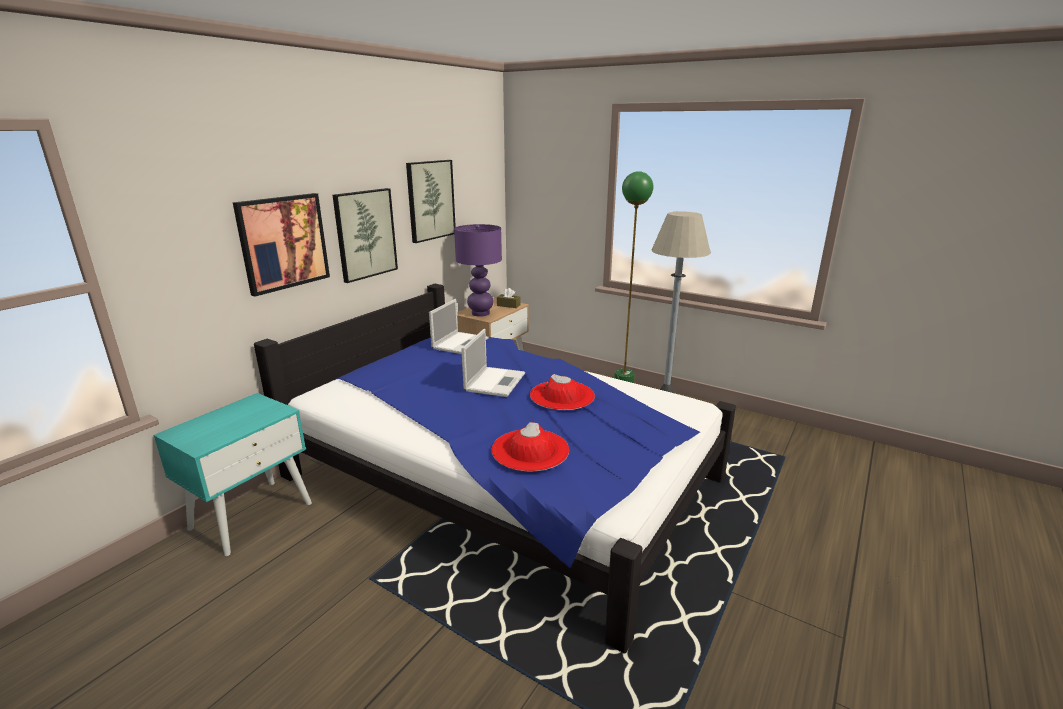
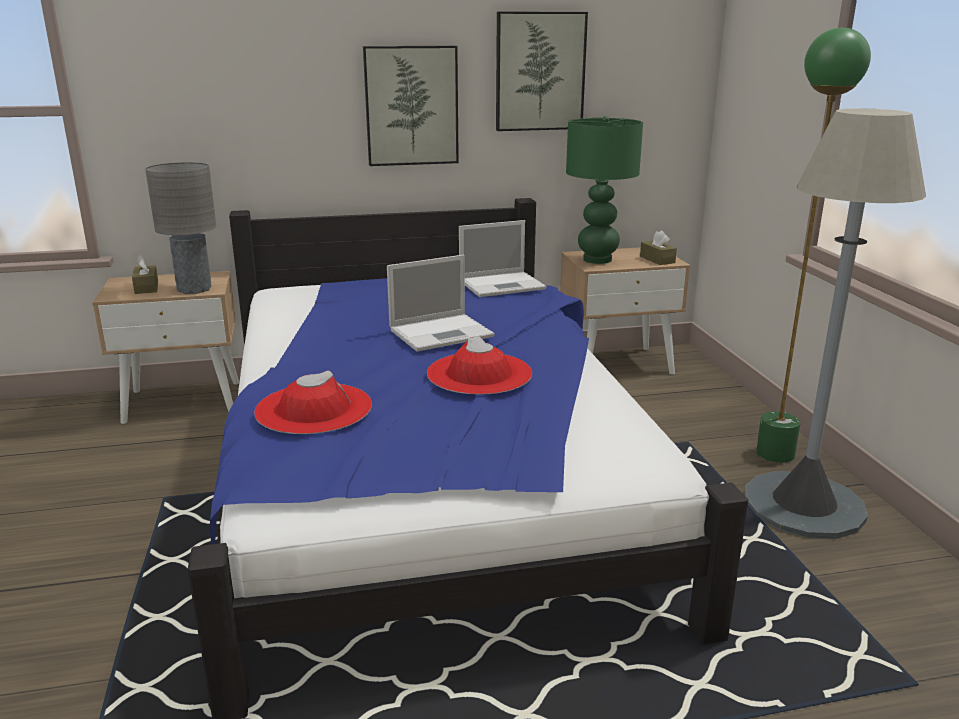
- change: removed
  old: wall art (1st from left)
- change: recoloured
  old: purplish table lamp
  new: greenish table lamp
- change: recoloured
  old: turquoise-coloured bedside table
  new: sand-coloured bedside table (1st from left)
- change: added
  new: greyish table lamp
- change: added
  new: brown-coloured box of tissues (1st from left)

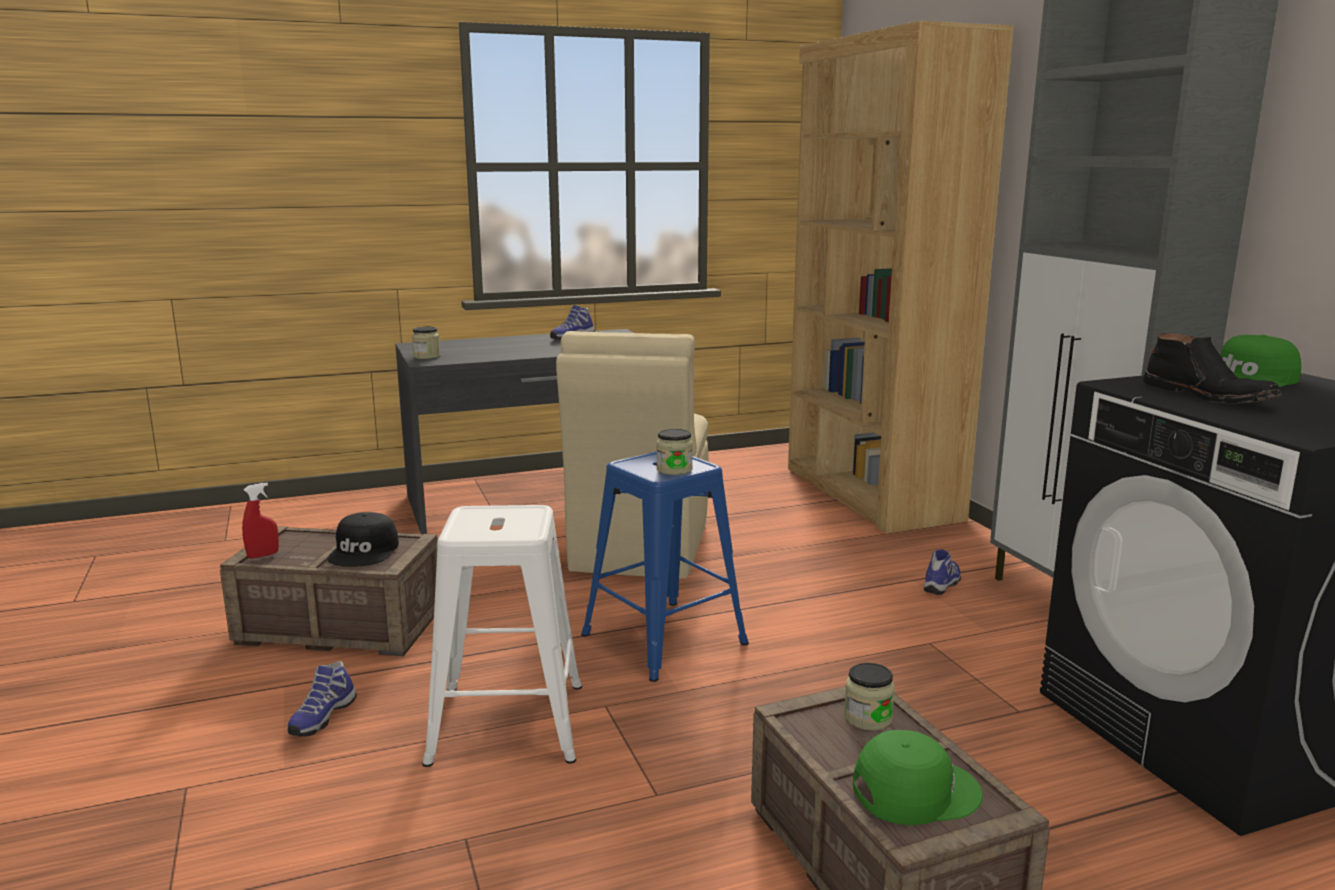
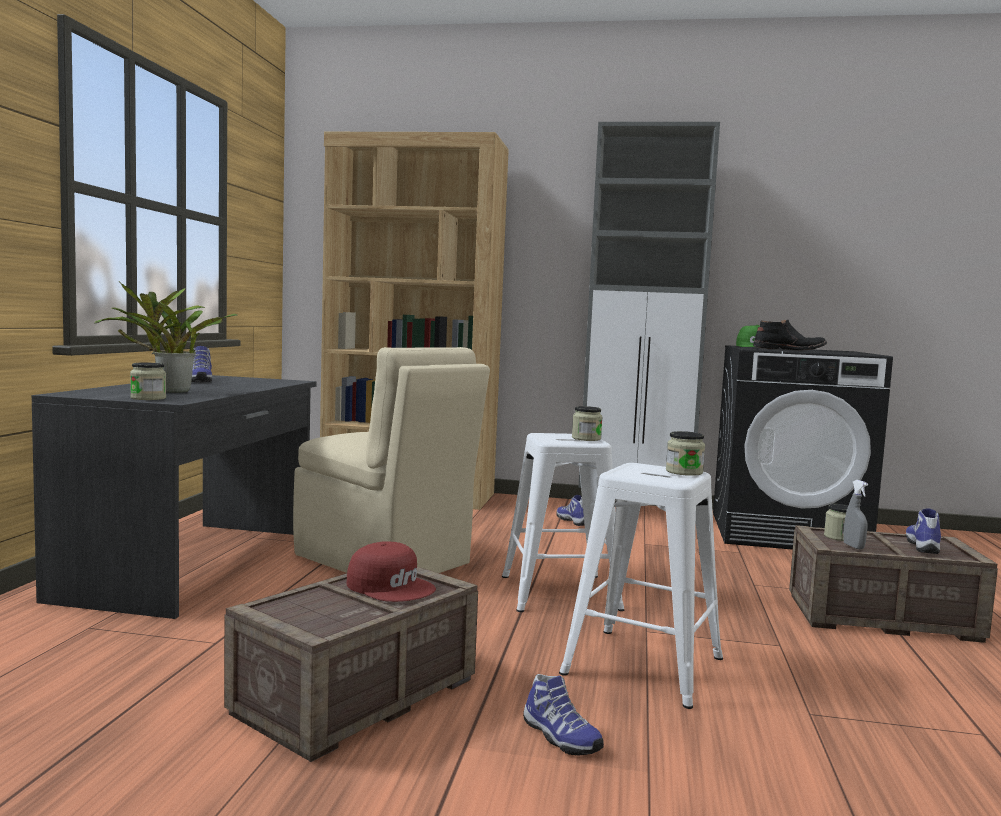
- change: recoloured
  old: blue sitting stool
  new: whitish sitting stool (1st from left)
- change: removed
  old: red sprayer
- change: recoloured
  old: black-coloured baseball cap
  new: red baseball cap
- change: replaced
  old: greenish baseball cap (1st from left)
  new: item of footwear (4th from left)
- change: added
  new: houseplant
- change: added
  new: preserve jar (3rd from left)
- change: added
  new: greyish sprayer

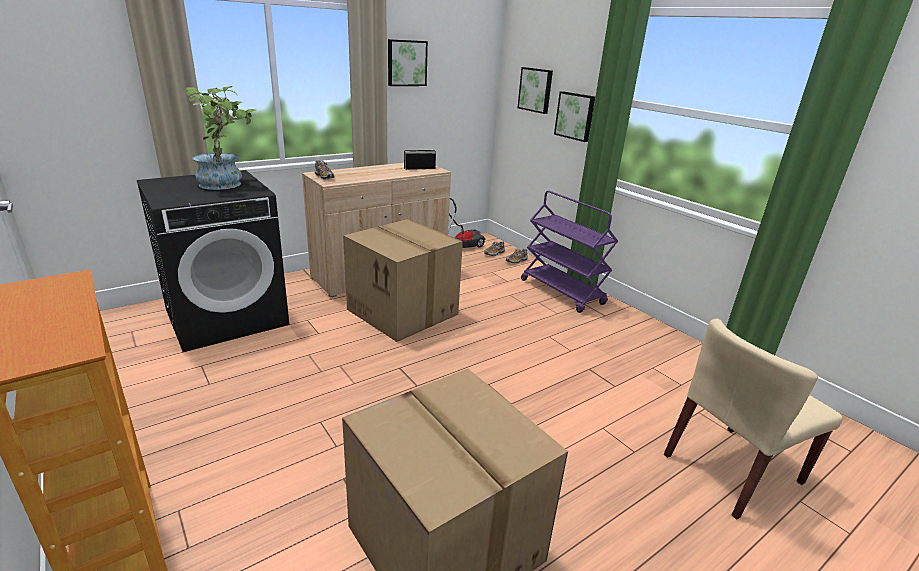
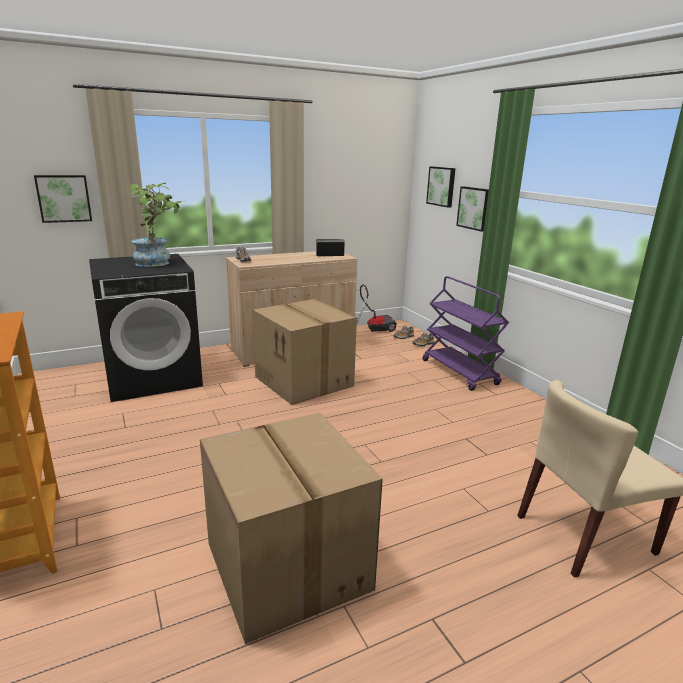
- change: moved
  old: wall art (1st from left)

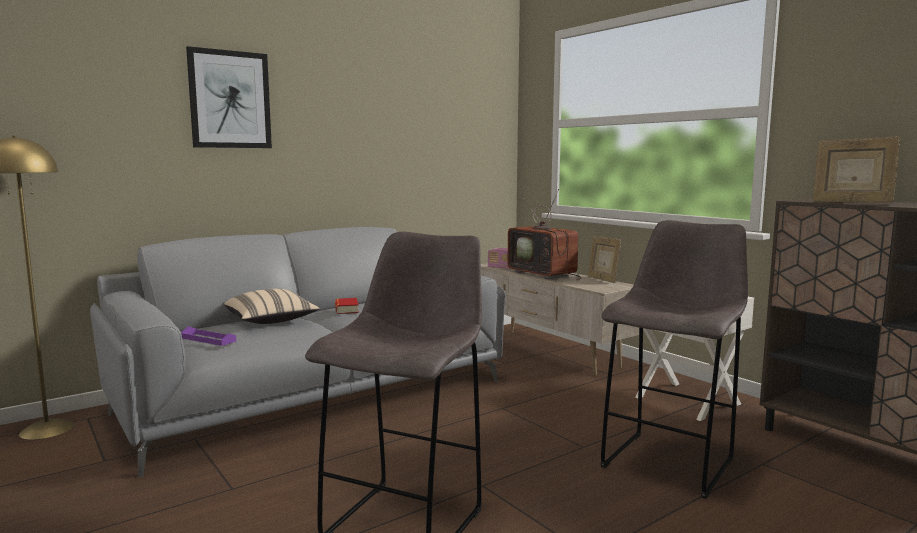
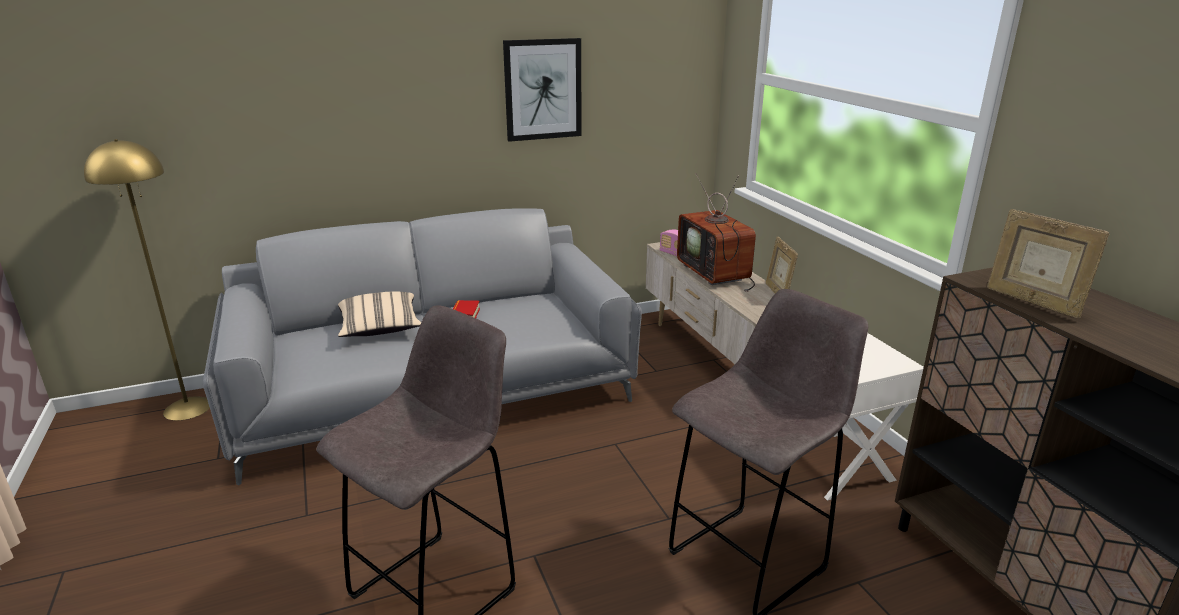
- change: moved
  old: wall art
- change: removed
  old: purplish serving tray

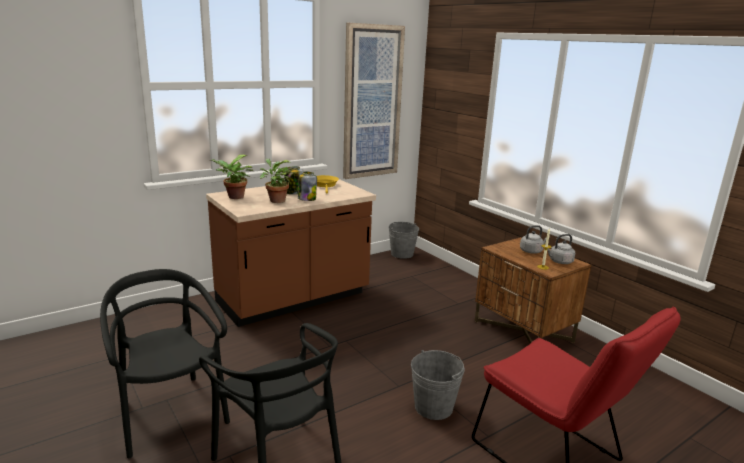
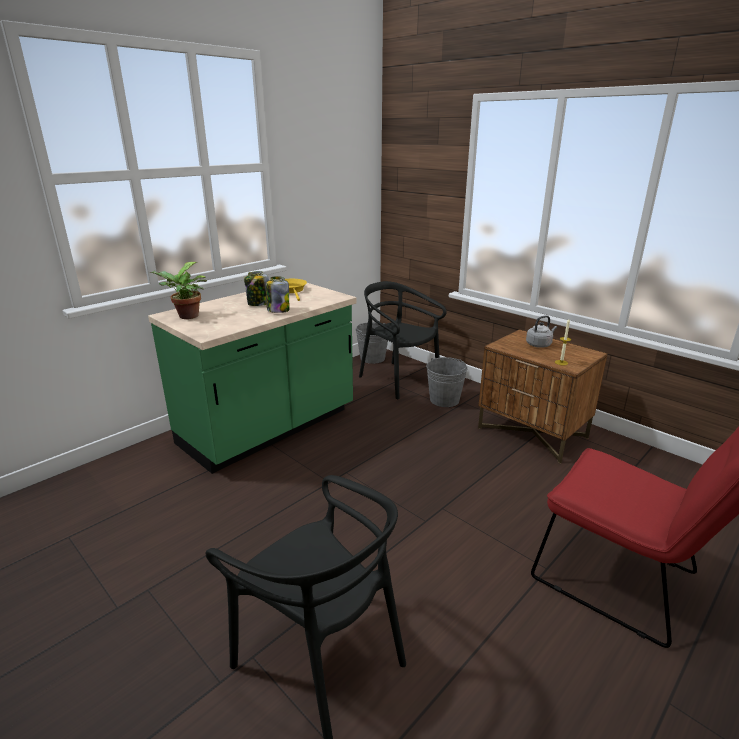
- change: removed
  old: wall art
- change: removed
  old: houseplant (2nd from left)
- change: recoloured
  old: brown-coloured kitchen base unit
  new: greenish kitchen base unit
- change: removed
  old: greyish kettle (2nd from left)
- change: moved
  old: black-coloured chair (1st from left in the first image)
  new: black-coloured chair (2nd from left)
- change: moved
  old: greyish pail (2nd from left)

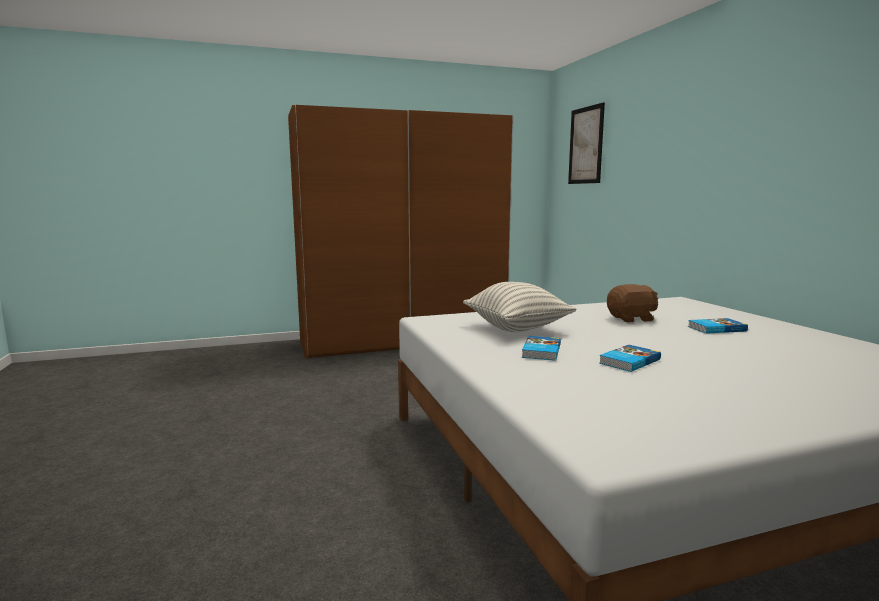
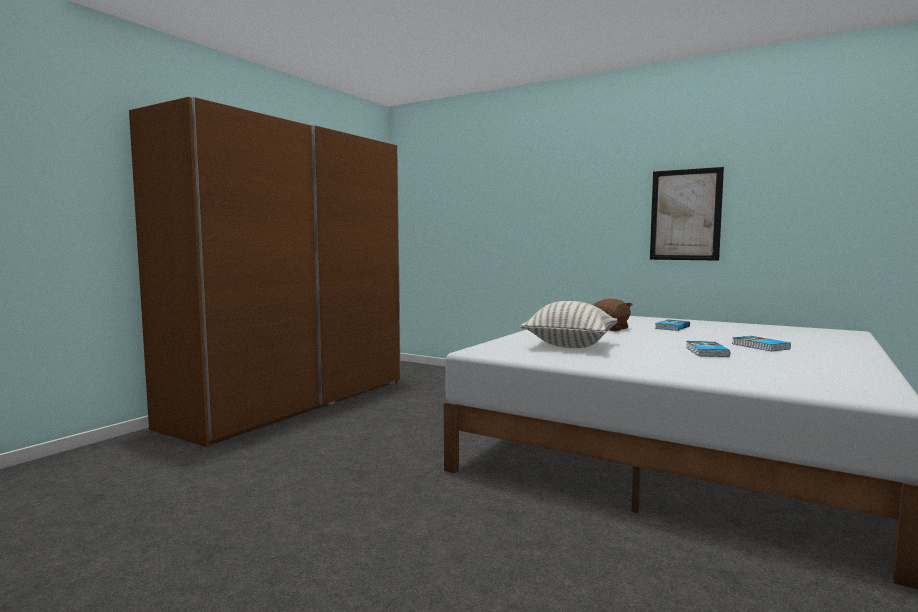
- change: moved
  old: wall art
- change: moved
  old: volume (1st from left in the first image)
  new: volume (3rd from left)

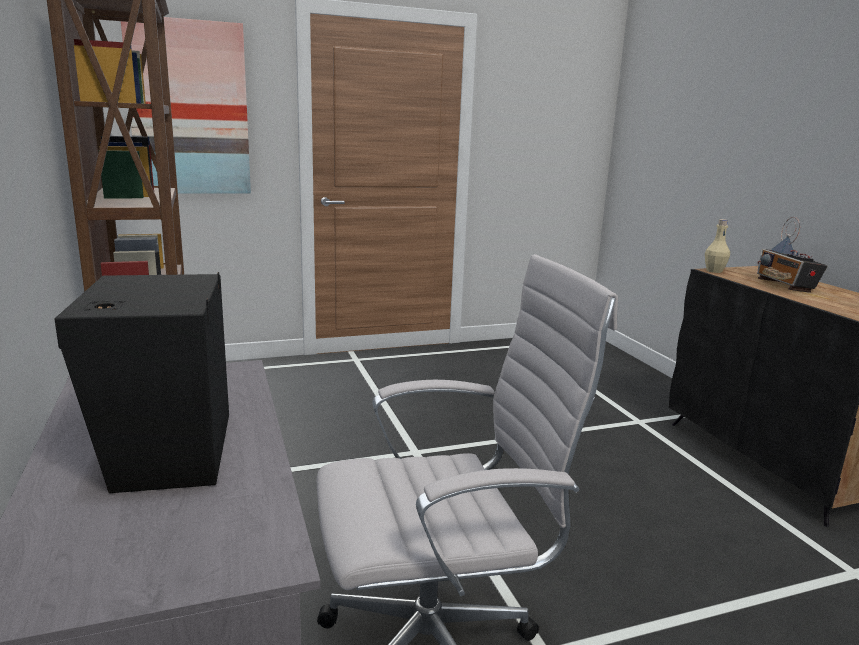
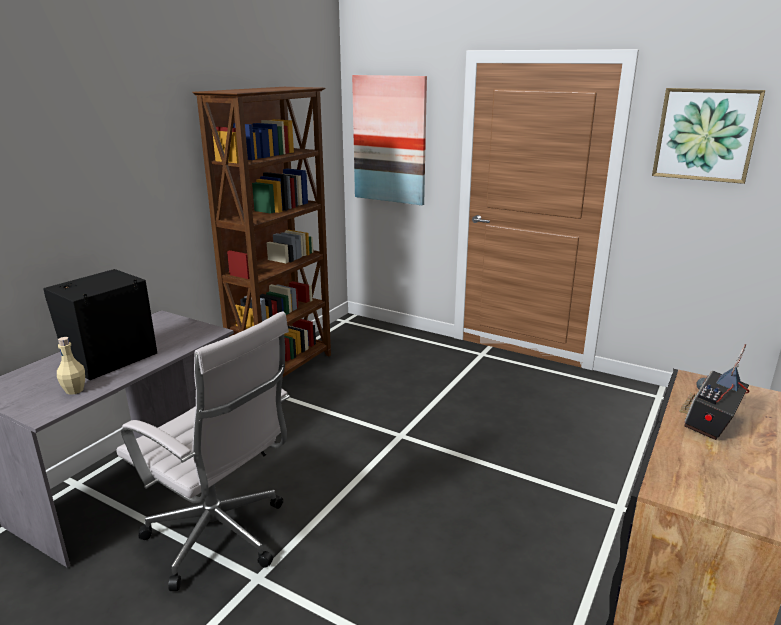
- change: moved
  old: sand-coloured bottle
- change: added
  new: wall art (2nd from left)

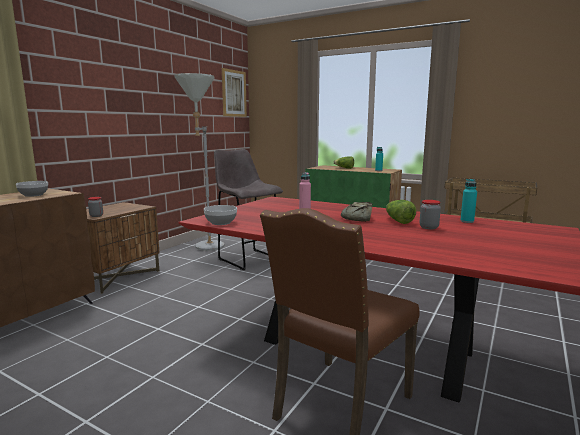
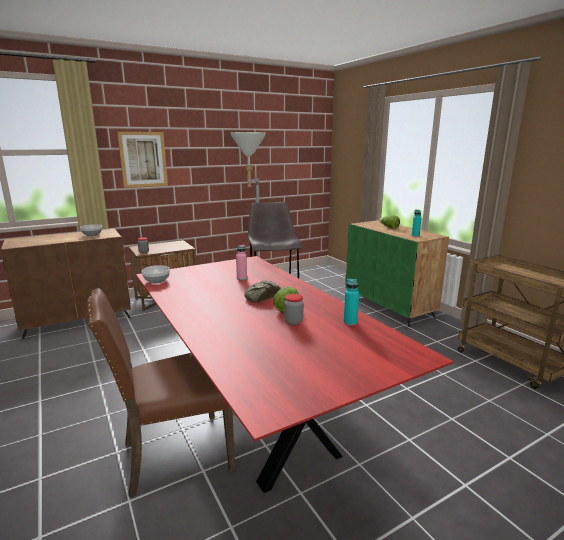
- change: moved
  old: wall art

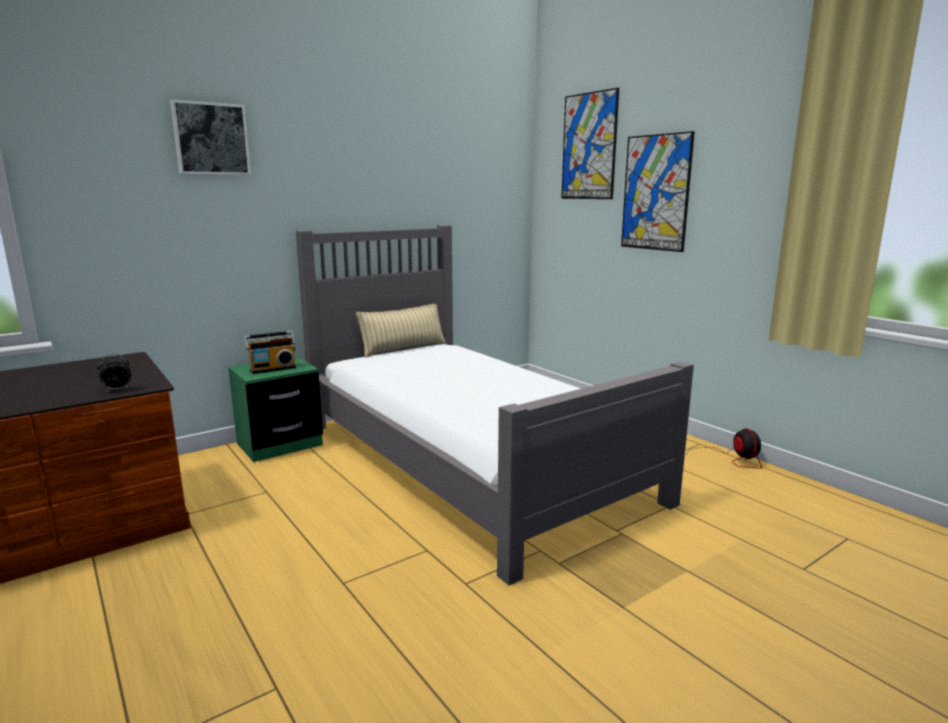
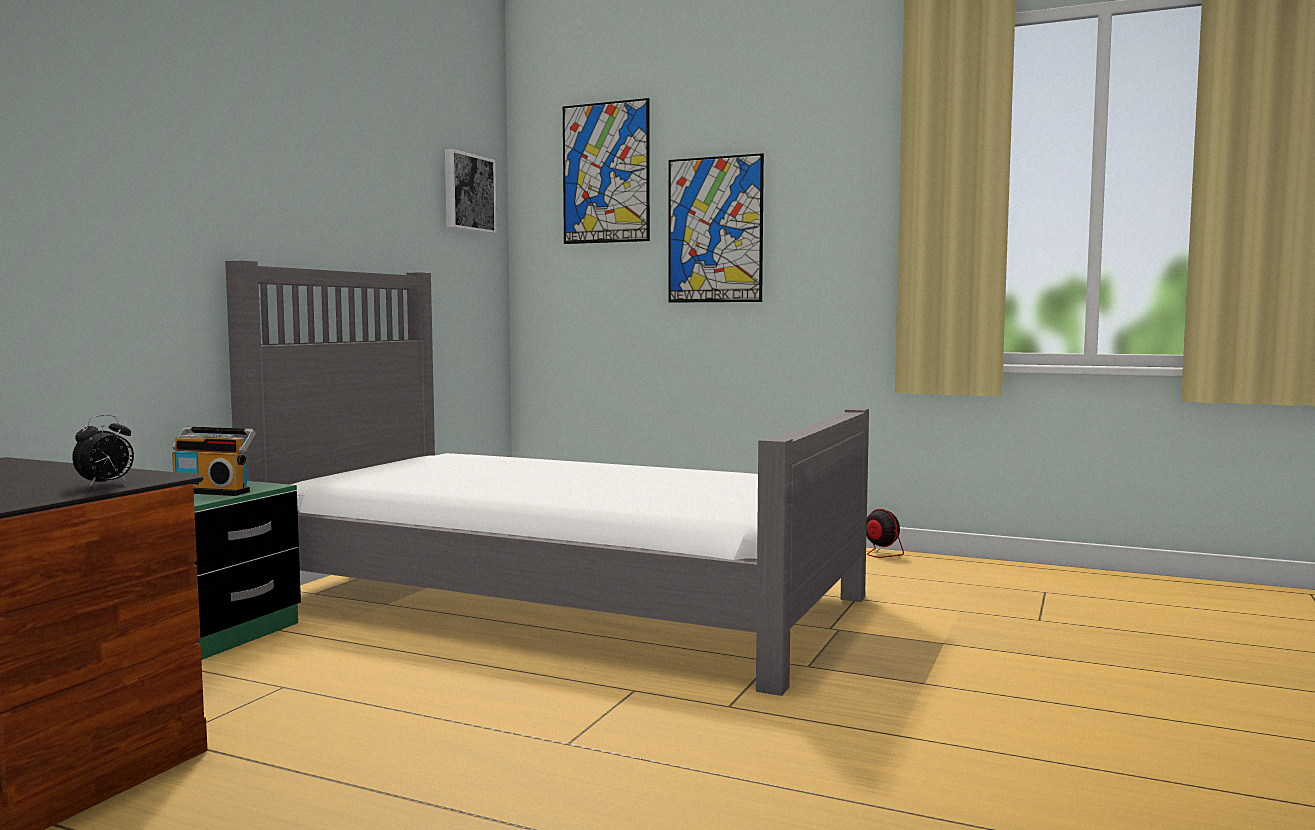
- change: moved
  old: wall art (1st from left)
- change: removed
  old: sand-coloured cushion
- change: turned
  old: radio
  degrees: 75

